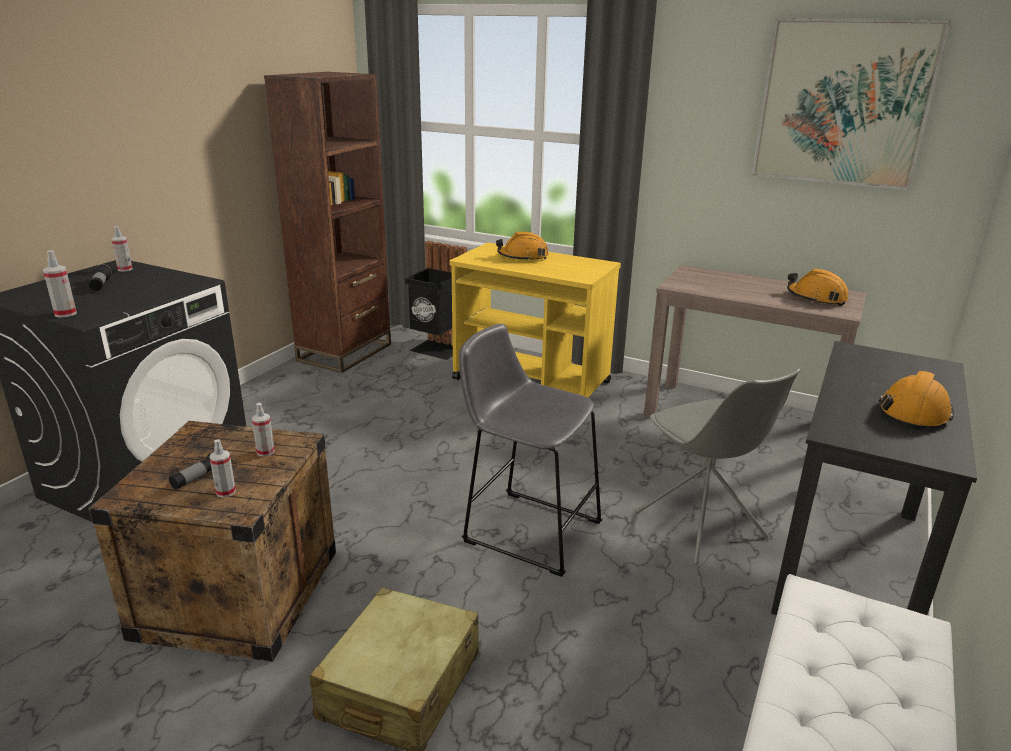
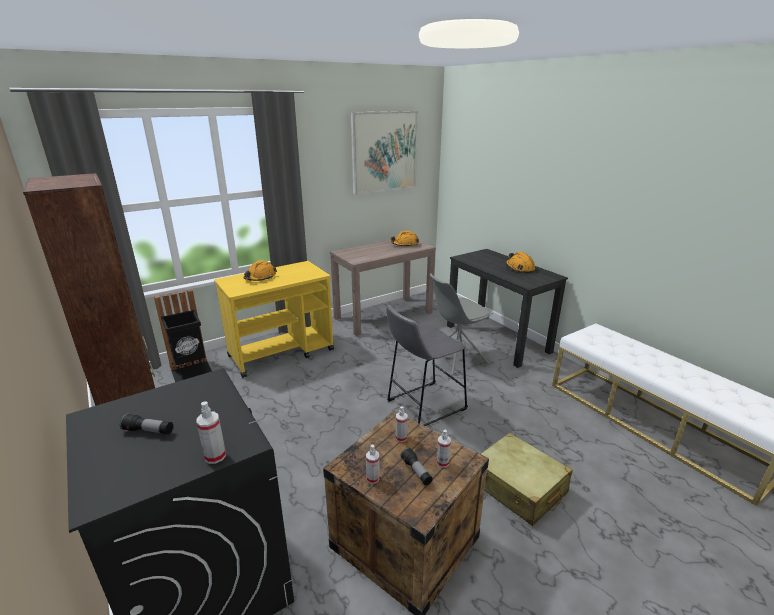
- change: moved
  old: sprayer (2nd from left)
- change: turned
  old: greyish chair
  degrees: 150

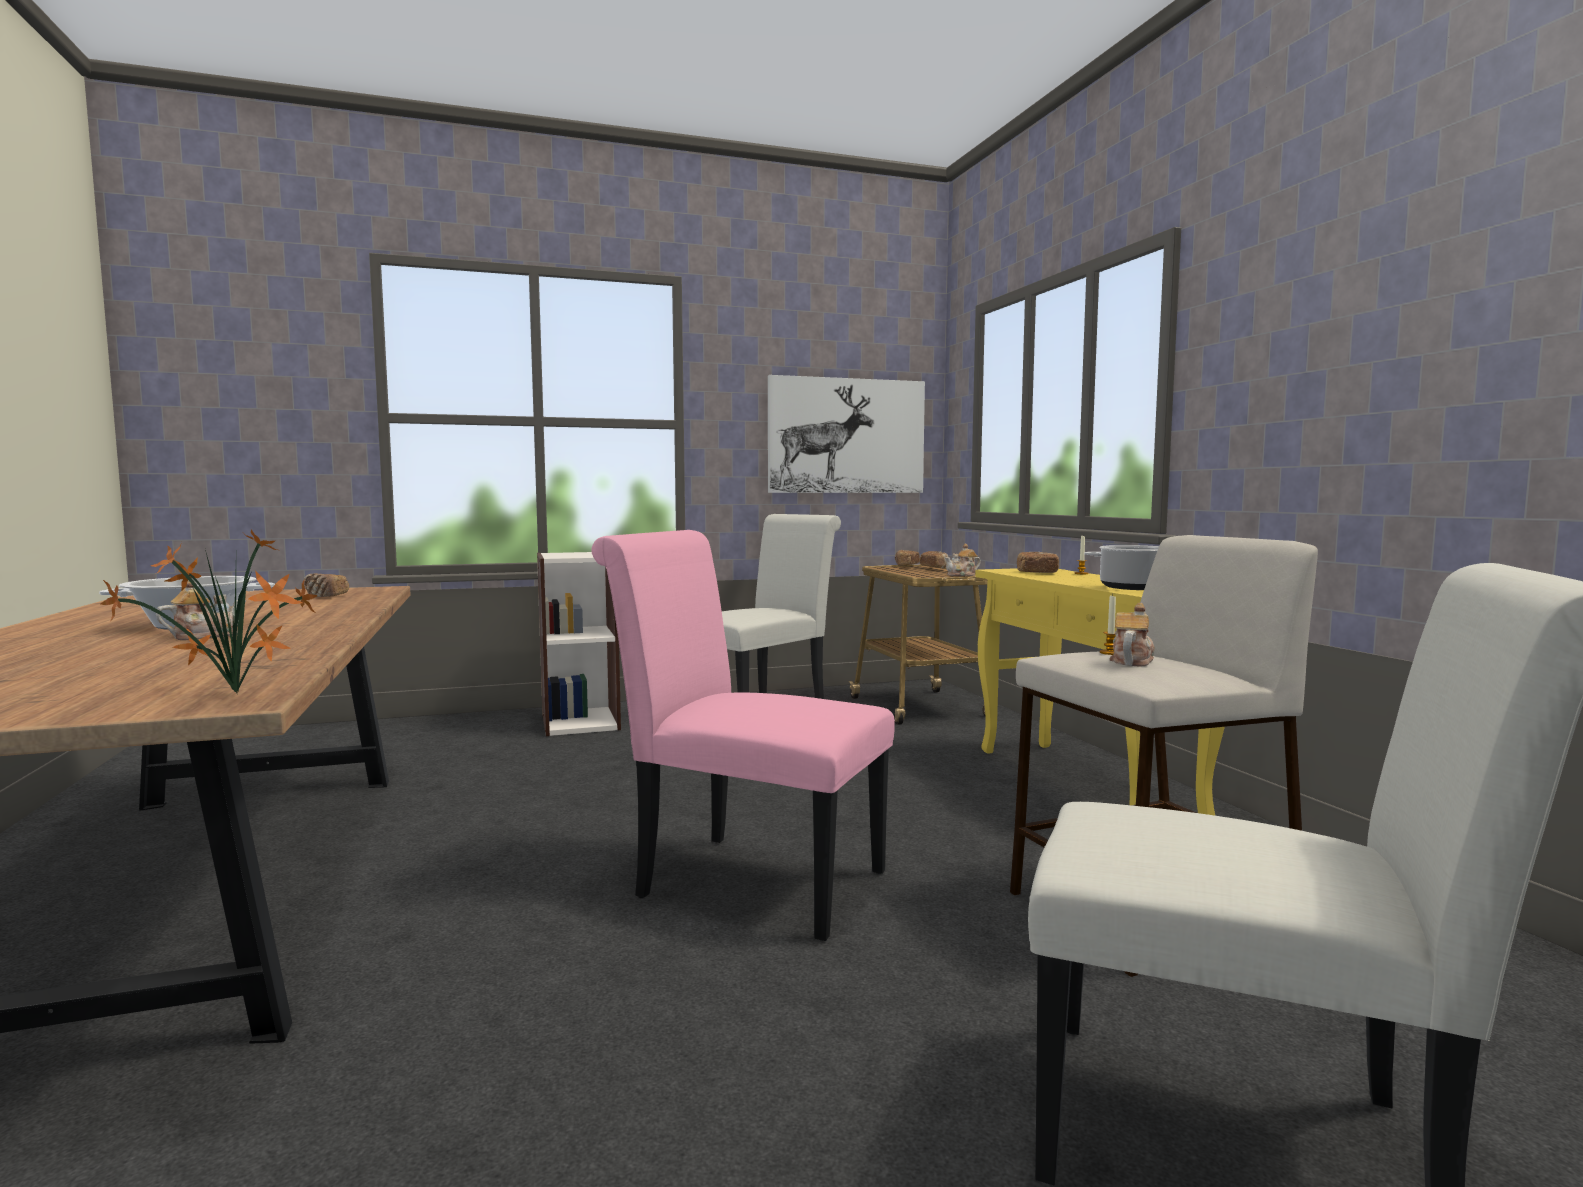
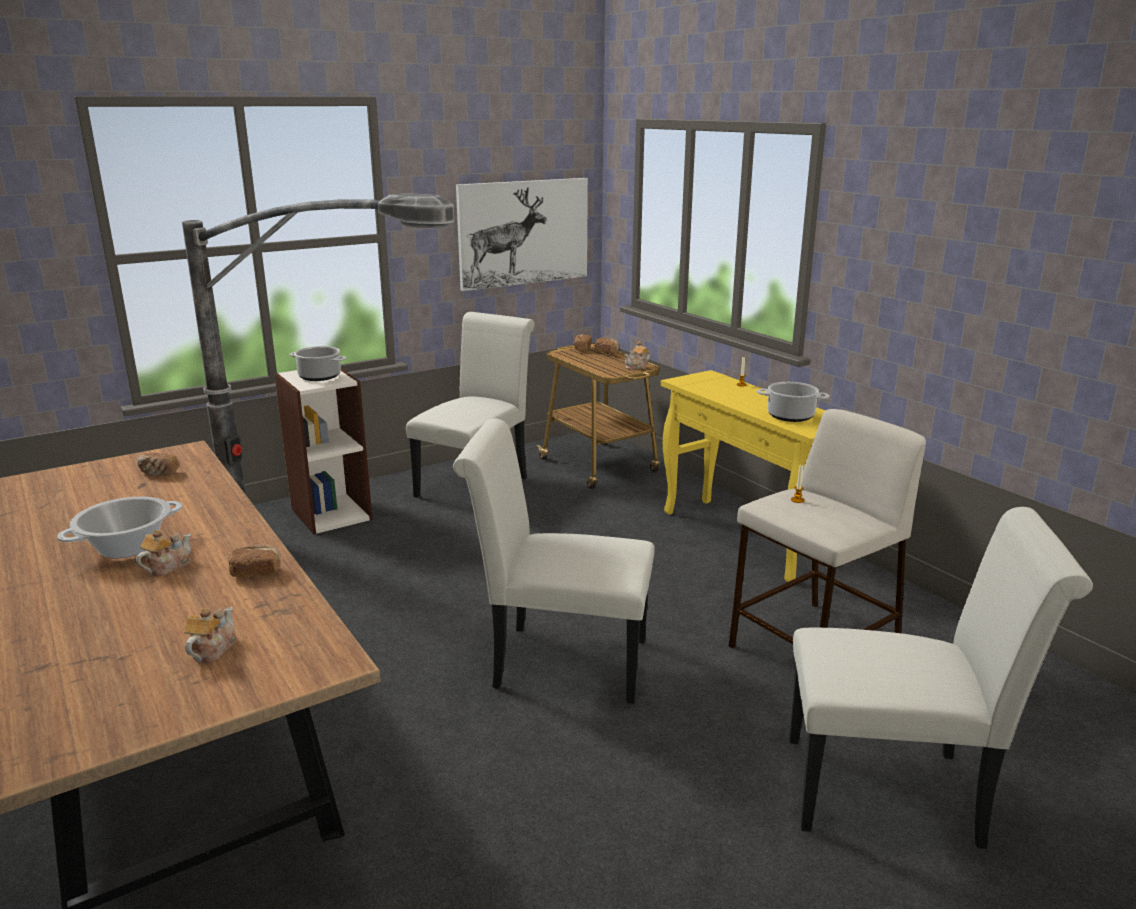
- change: removed
  old: houseplant
- change: recoloured
  old: pink-coloured chair
  new: whitish chair (2nd from left)
- change: moved
  old: baked bread (4th from left in the first image)
  new: baked bread (2nd from left)
- change: moved
  old: teapot (3rd from left in the first image)
  new: teapot (2nd from left)
- change: added
  new: floor lamp
- change: added
  new: cooking pot (2nd from left)

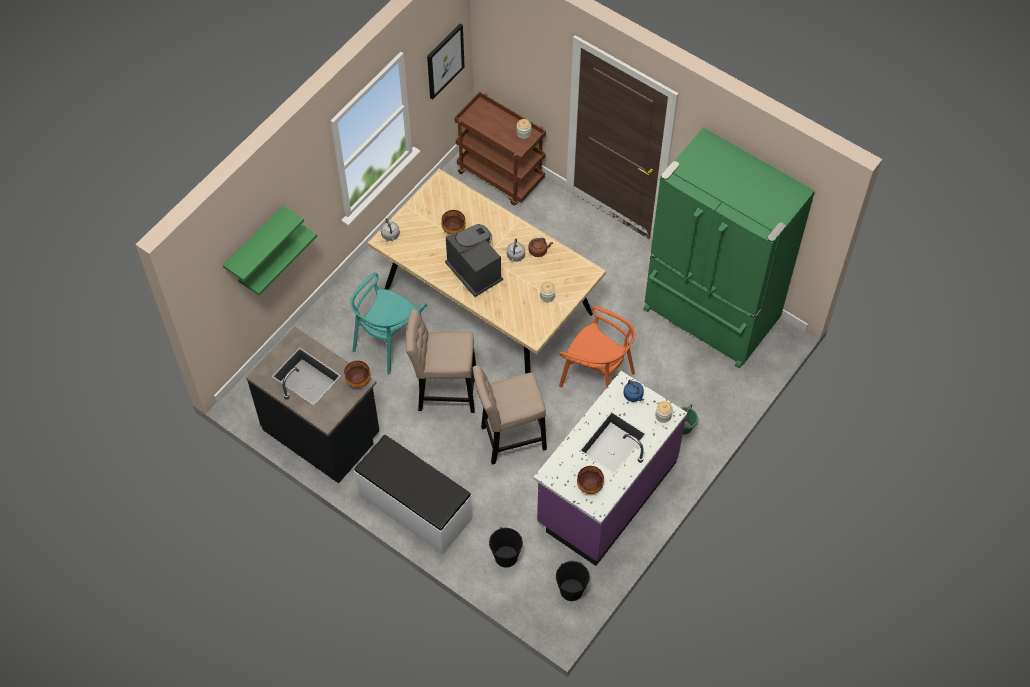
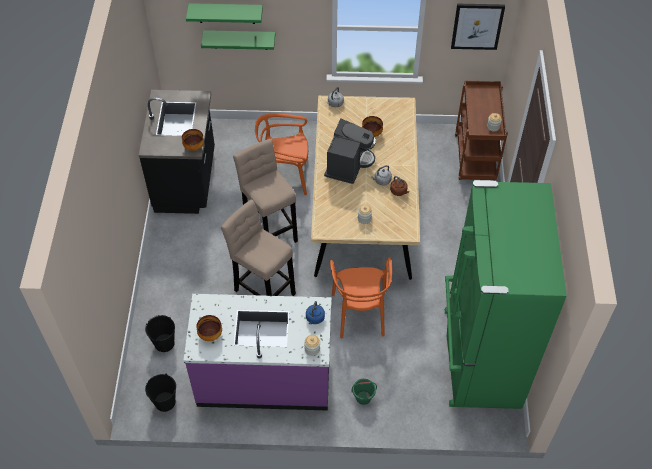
- change: recoloured
  old: turquoise-coloured chair
  new: orange-coloured chair (1st from left)
- change: removed
  old: whitish indoor bench

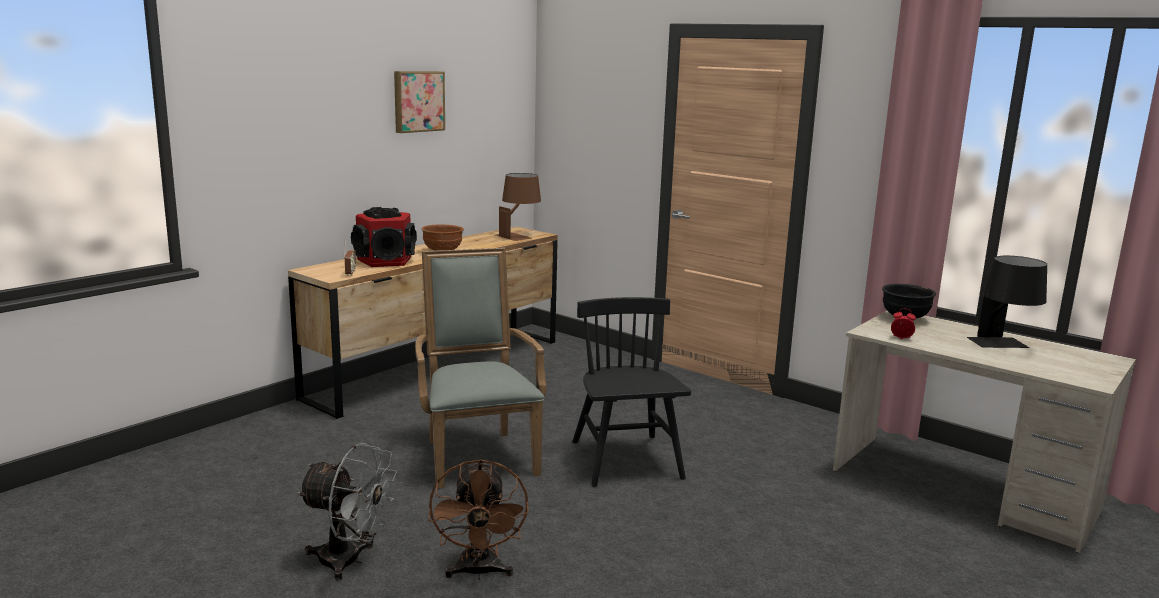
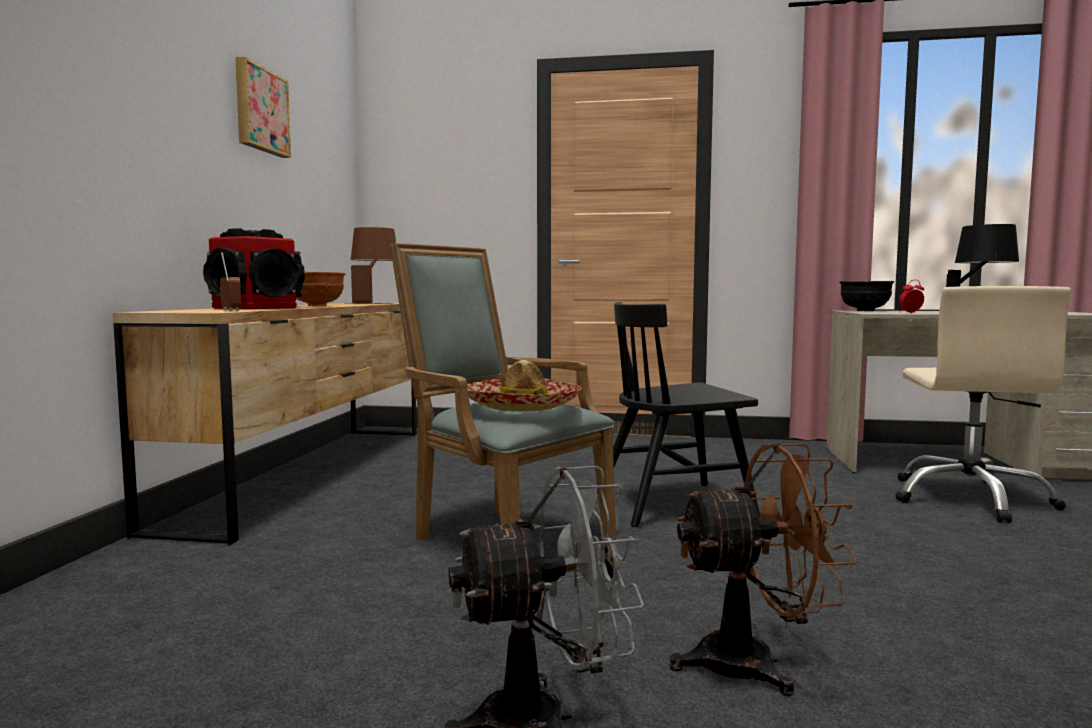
- change: turned
  old: black-coloured chair
  degrees: -60
- change: turned
  old: brown-coloured fan
  degrees: -60
- change: added
  new: sand-coloured computer chair
- change: added
  new: wearable hat

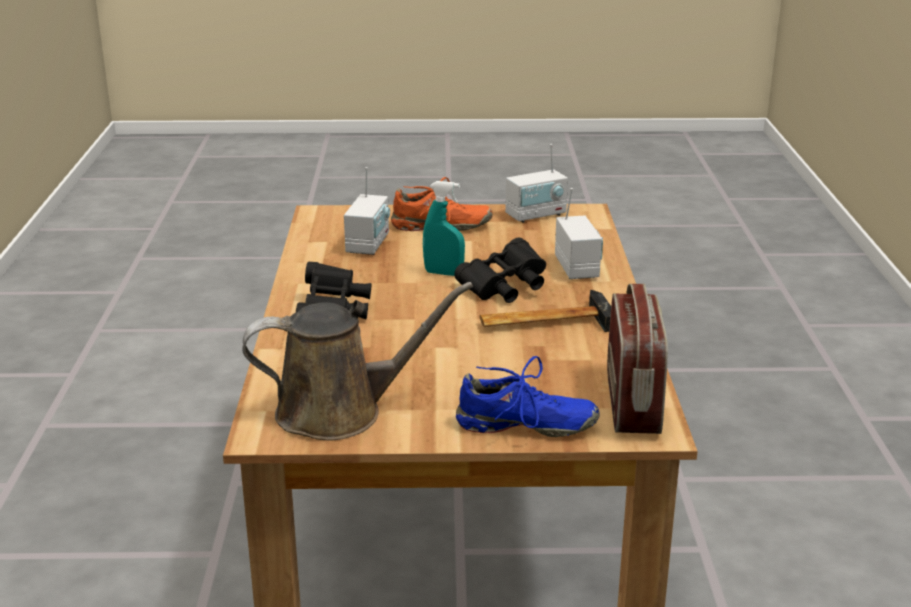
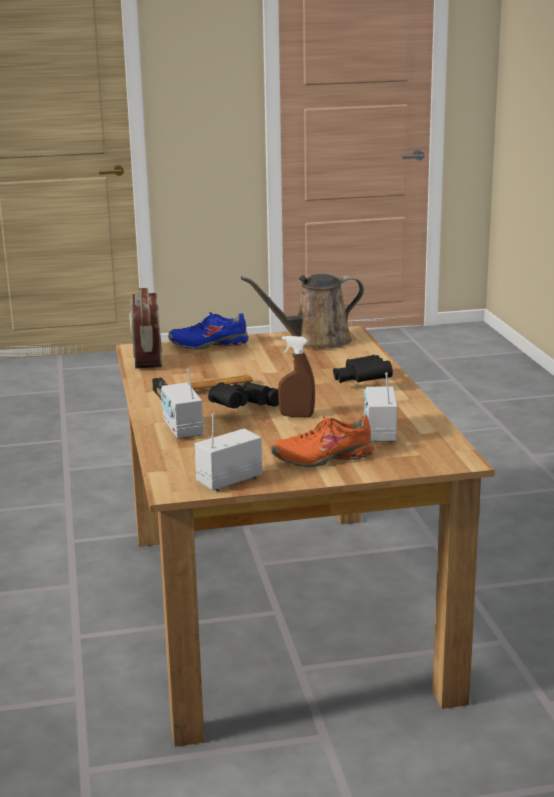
- change: recoloured
  old: turquoise-coloured sprayer
  new: brown-coloured sprayer

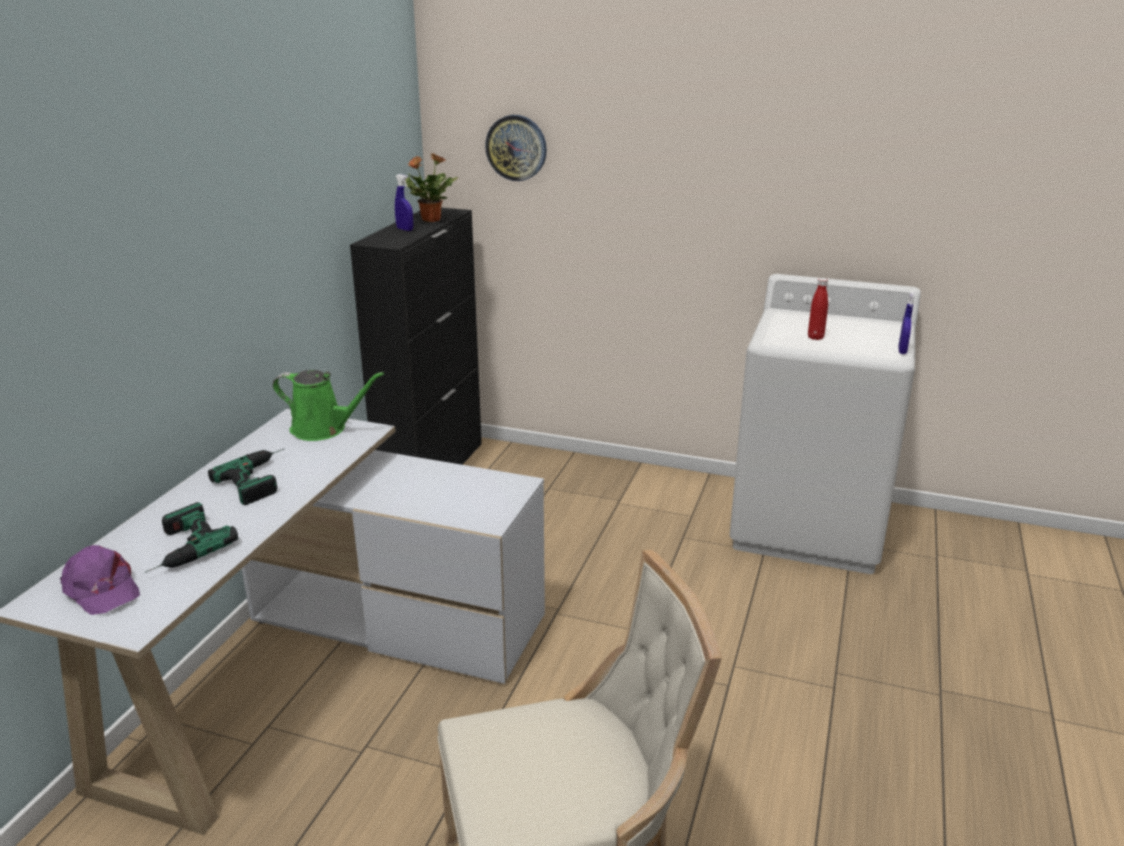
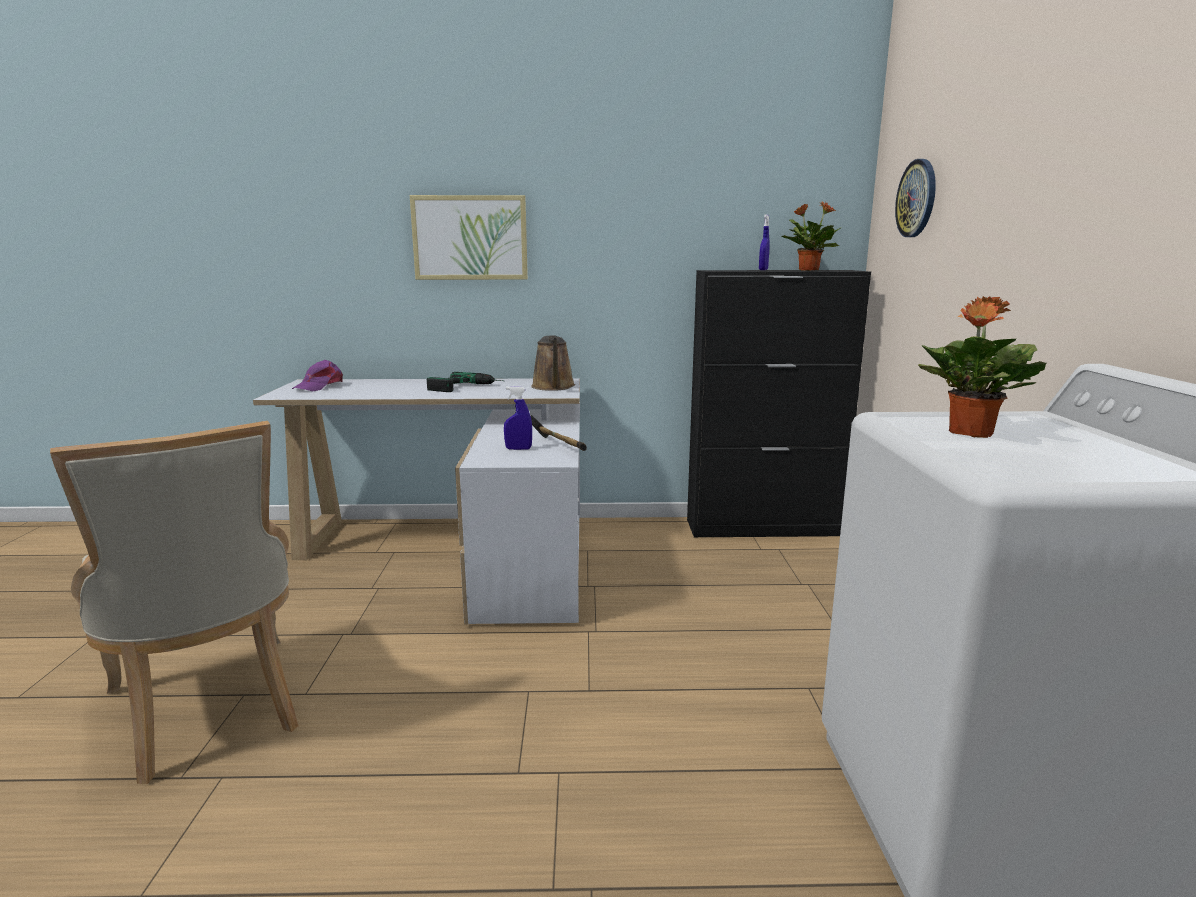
- change: replaced
  old: red bottle
  new: houseplant (2nd from left)
- change: moved
  old: blue sprayer (2nd from left in the first image)
  new: blue sprayer (1st from left)
- change: recoloured
  old: greenish watering pot
  new: brown-coloured watering pot
- change: removed
  old: electric drill (1st from left)
- change: added
  new: wall art
- change: added
  new: tool hammer

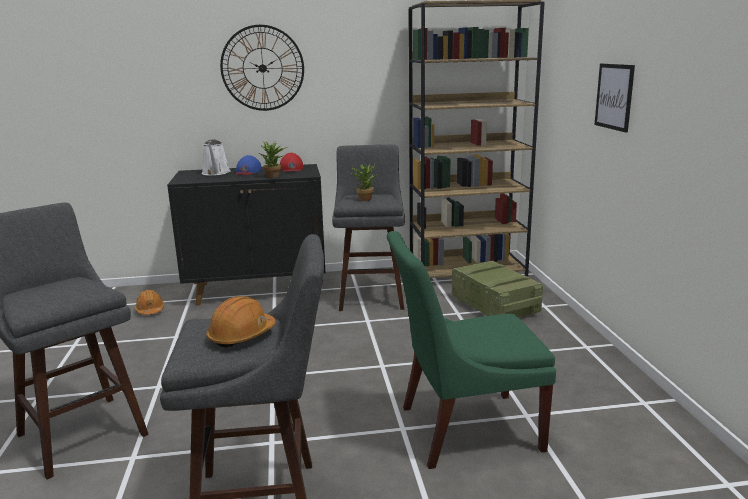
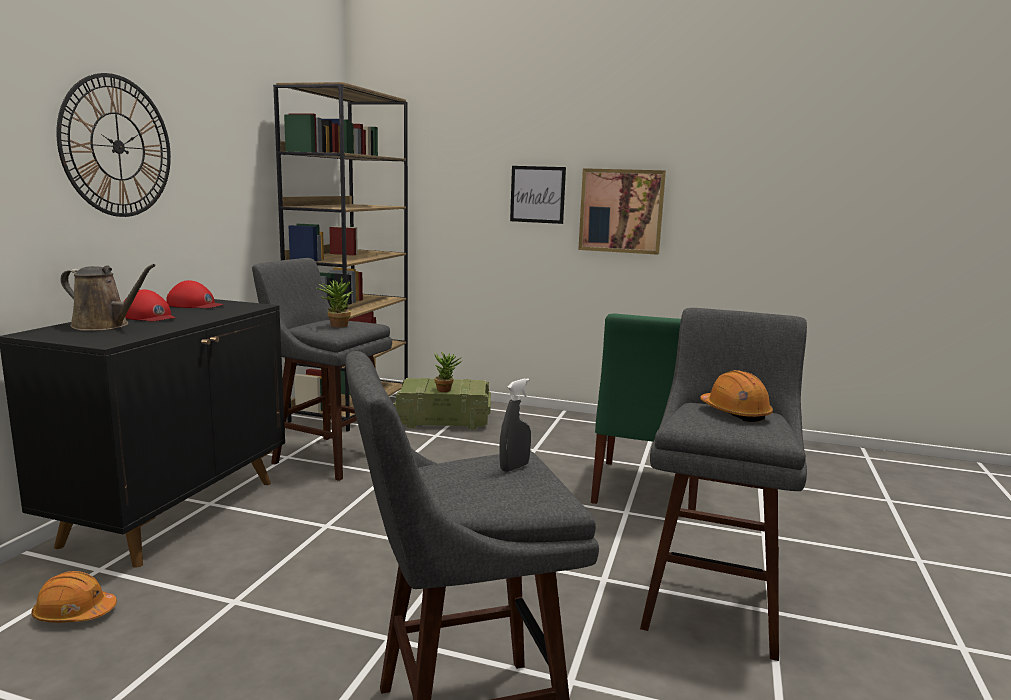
- change: recoloured
  old: whitish watering pot
  new: brown-coloured watering pot
- change: moved
  old: houseplant (1st from left in the first image)
  new: houseplant (2nd from left)
- change: recoloured
  old: blue baseball cap
  new: red baseball cap (1st from left)
- change: added
  new: wall art (2nd from left)
- change: added
  new: greyish sprayer

